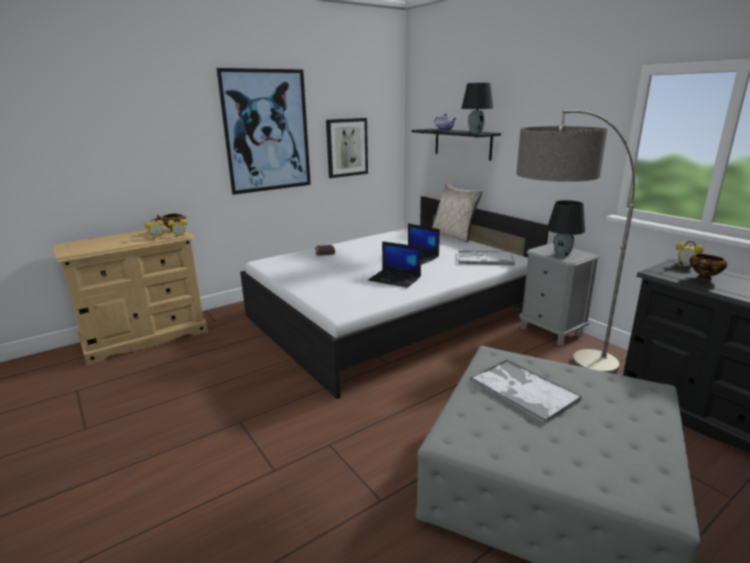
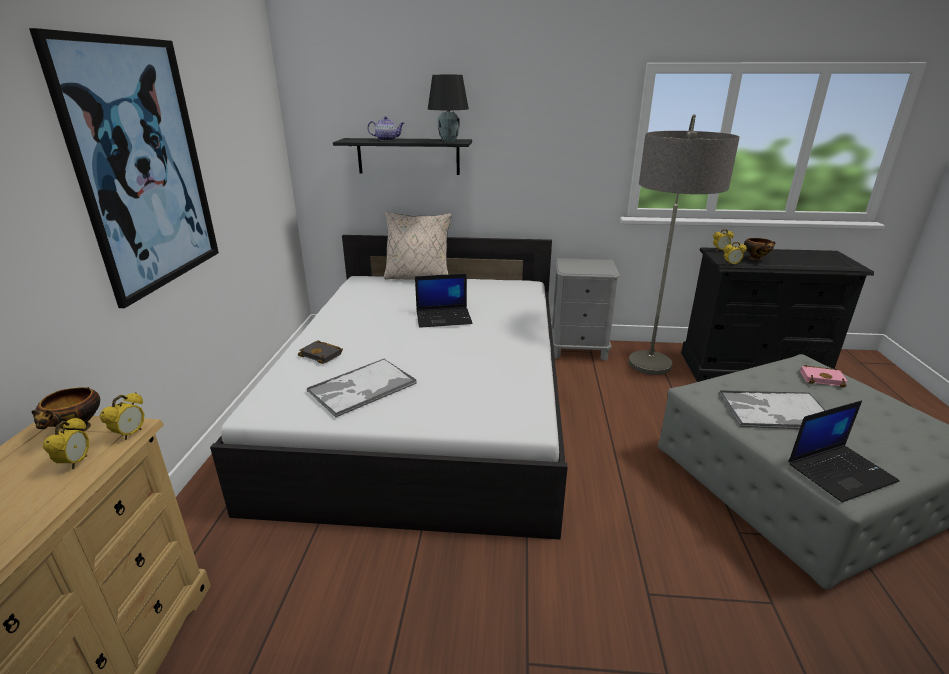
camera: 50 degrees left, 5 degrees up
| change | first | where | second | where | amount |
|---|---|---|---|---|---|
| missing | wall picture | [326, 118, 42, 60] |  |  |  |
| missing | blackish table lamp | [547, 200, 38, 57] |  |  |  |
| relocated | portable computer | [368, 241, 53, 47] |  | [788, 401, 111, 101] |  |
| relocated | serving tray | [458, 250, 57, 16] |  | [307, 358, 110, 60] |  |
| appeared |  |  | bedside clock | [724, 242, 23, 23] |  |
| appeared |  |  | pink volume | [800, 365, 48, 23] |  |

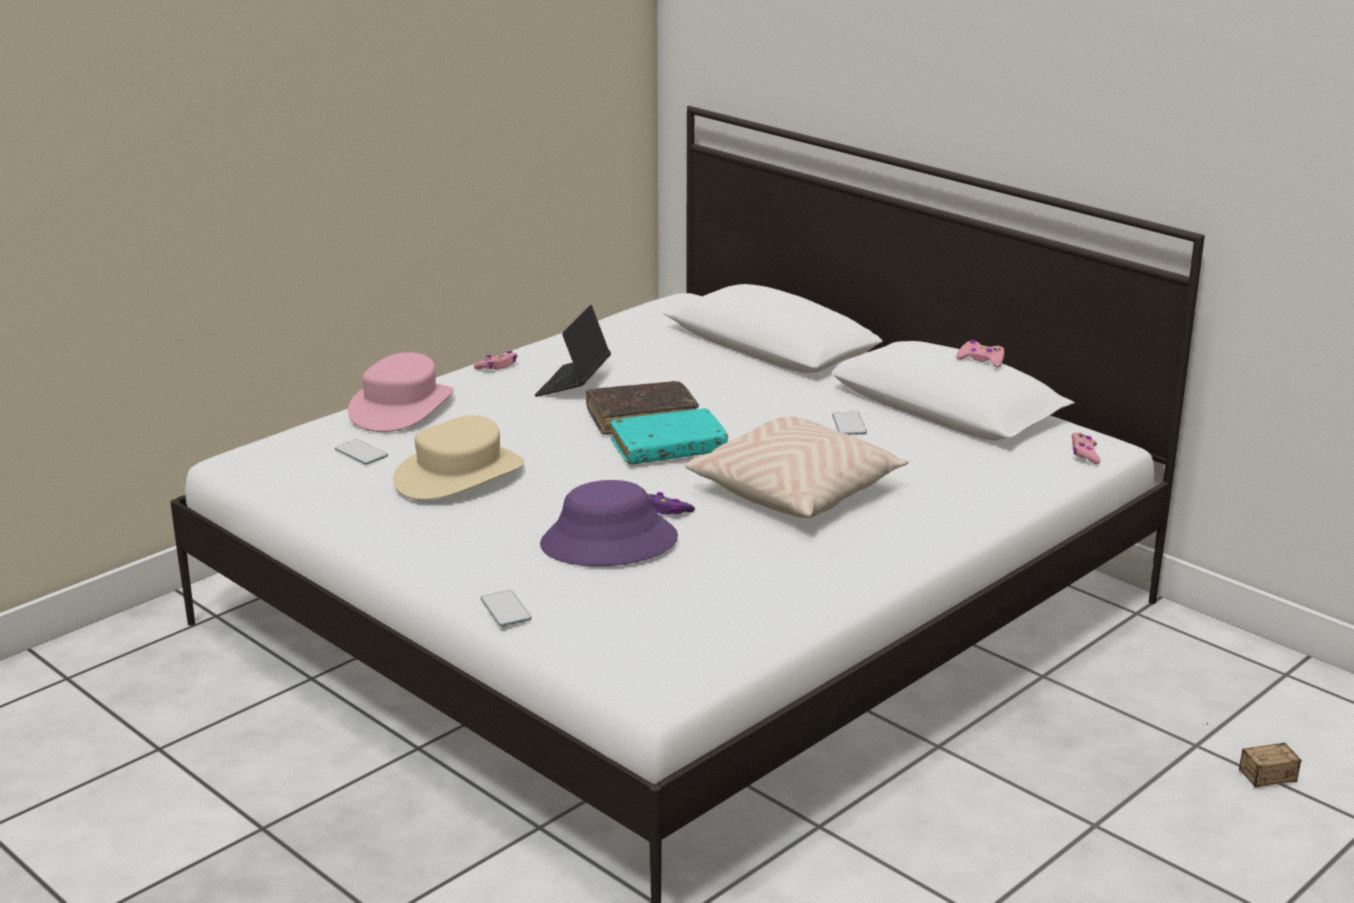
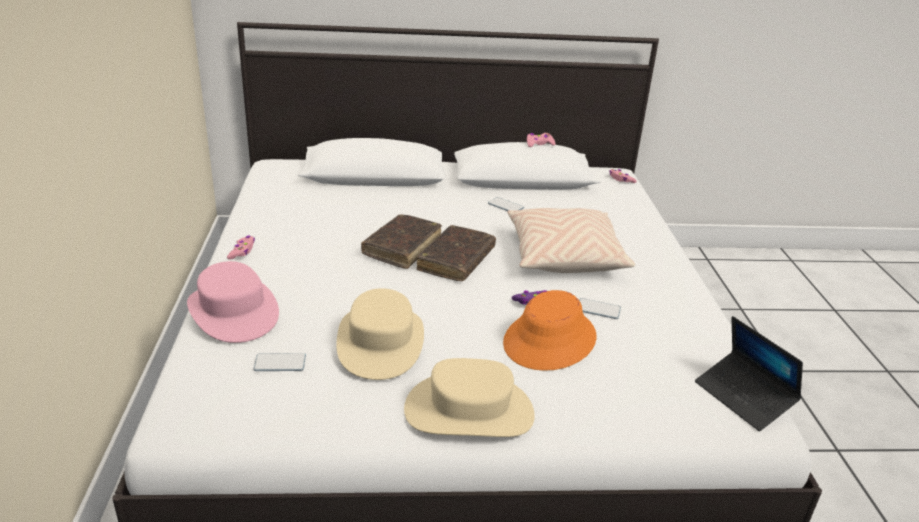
camera: 50 degrees left, 5 degrees up
| change | first | where | second | where | amount |
|---|---|---|---|---|---|
| relocated | portable computer | [535, 305, 76, 92] |  | [695, 316, 108, 115] |  |
| colour | blue-green volume | [610, 408, 118, 56] | brown-coloured volume | [417, 225, 79, 56] |  |
| colour | purplish clothing hat | [540, 480, 138, 86] | orange-coloured clothing hat | [503, 290, 94, 81] |  |
| relocated | phone | [480, 590, 52, 36] |  | [579, 298, 42, 21] |  |
| missing | storage container | [1206, 723, 95, 65] |  |  |  |
| appeared |  |  | beige clothing hat | [404, 358, 131, 79] |  |

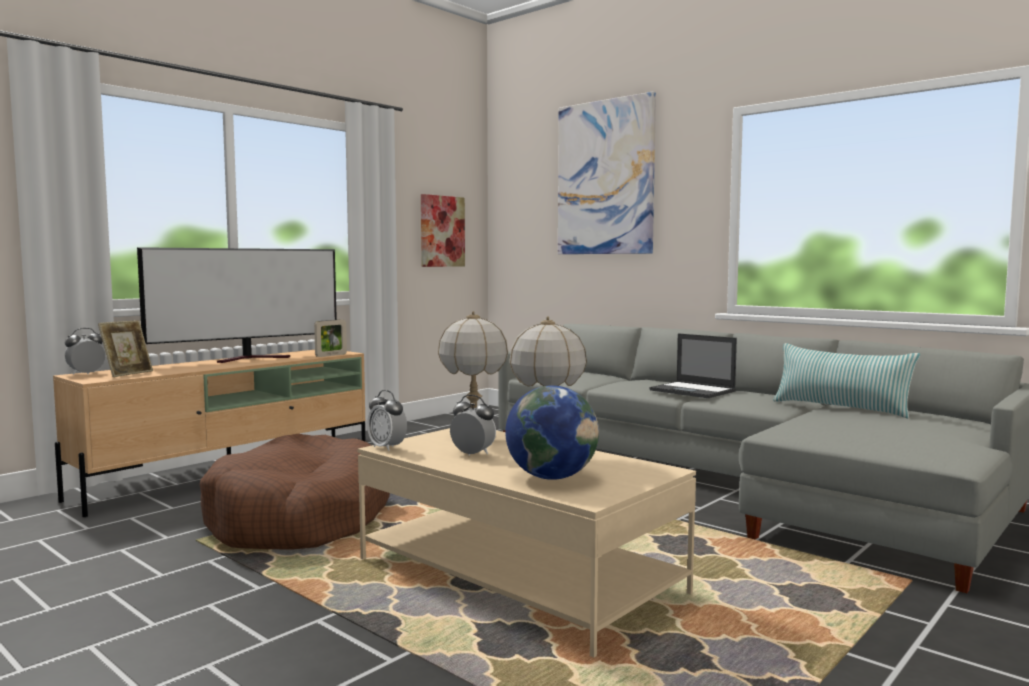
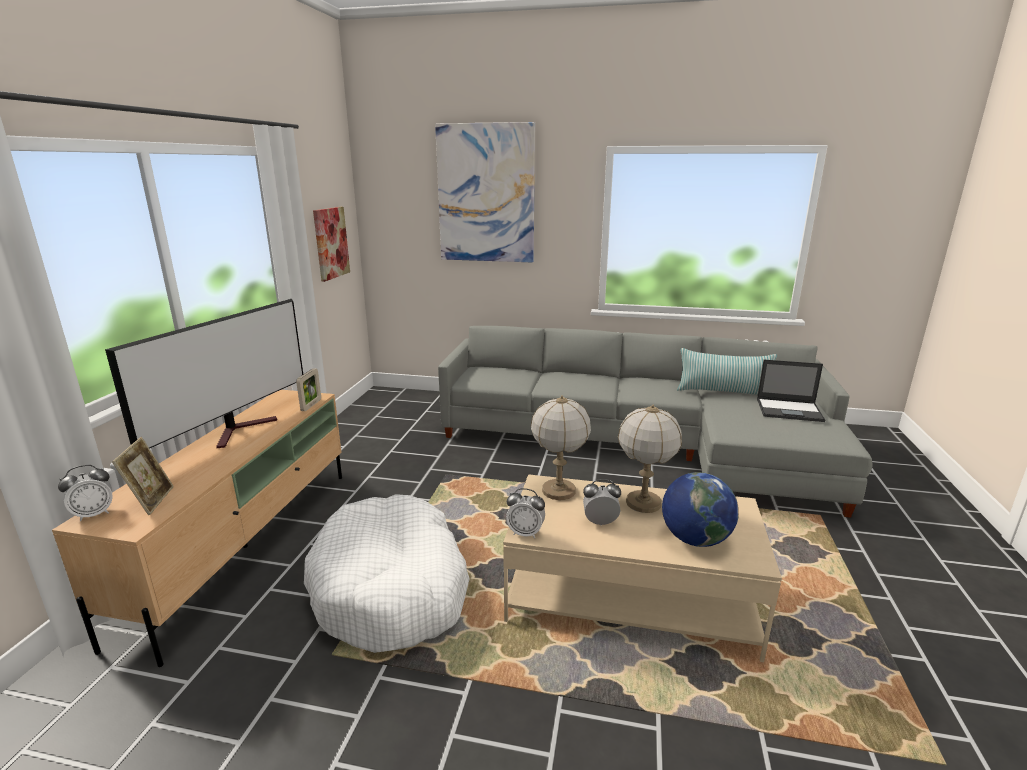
camera: 30 degrees left, 15 degrees up
| change | first | where | second | where | amount |
|---|---|---|---|---|---|
| spun | bedside clock | [65, 328, 40, 46] |  | [58, 465, 55, 56] | 135 degrees counterclockwise |
| relocated | portable computer | [650, 333, 87, 65] |  | [757, 360, 68, 62] |  |
| colour | brown-coloured dog bed | [200, 434, 190, 116] | whitish dog bed | [304, 494, 166, 159] |  |

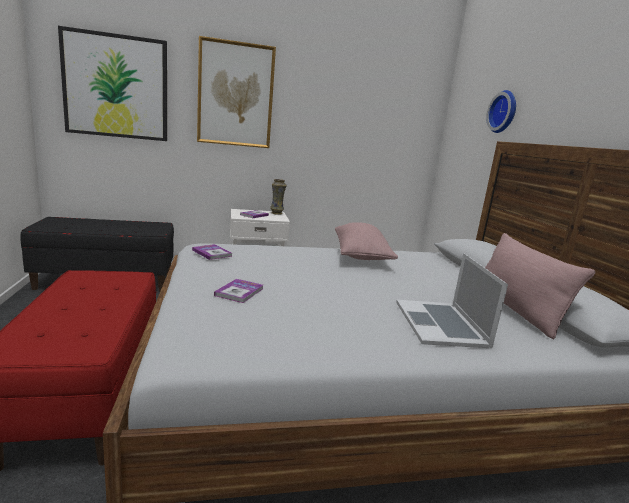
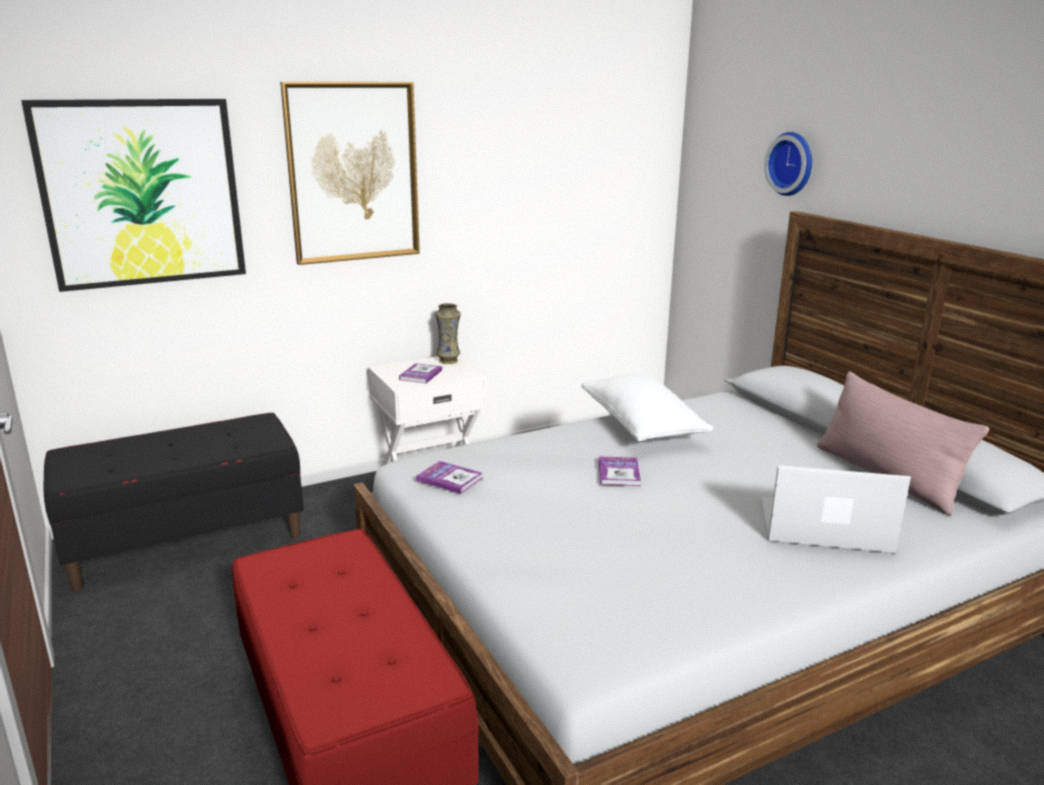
camera: 15 degrees left, 5 degrees up
| change | first | where | second | where | amount |
|---|---|---|---|---|---|
| colour | pink pillow | [335, 222, 63, 38] | whitish pillow | [581, 374, 133, 68] |  |
| spun | portable computer | [396, 253, 112, 95] |  | [760, 465, 151, 88] | 120 degrees clockwise |
| relocated | volume | [214, 279, 49, 24] |  | [599, 456, 42, 30] |  |

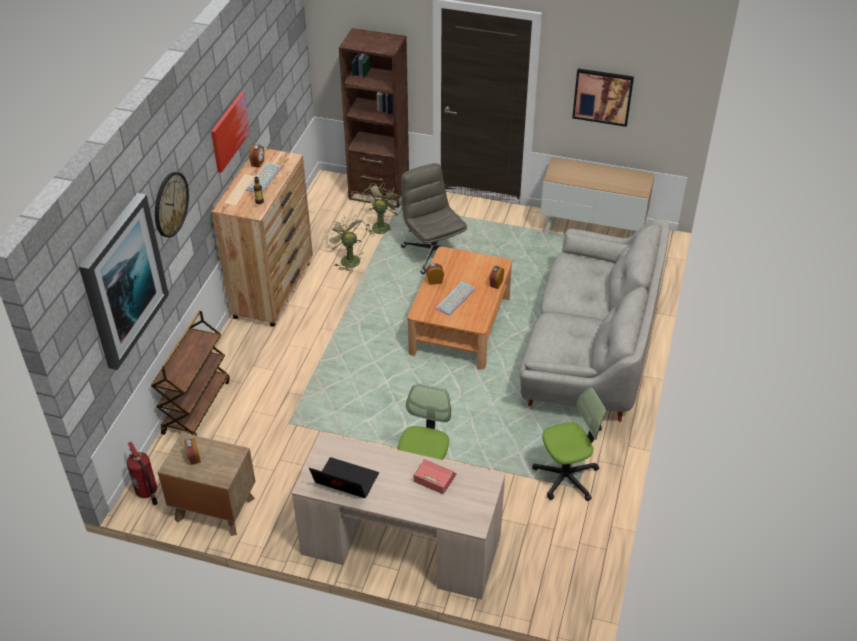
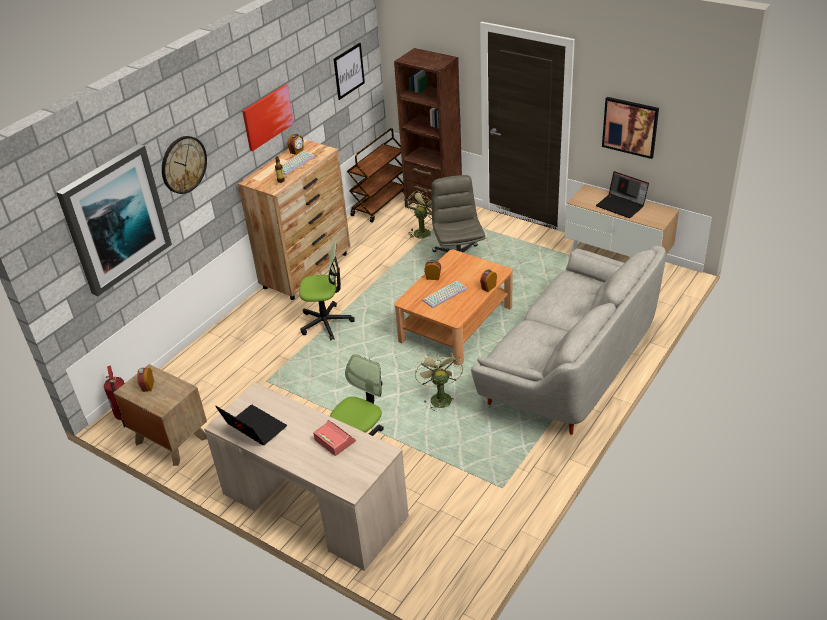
camera: 20 degrees right, 5 degrees down
| change | first | where | second | where | amount |
|---|---|---|---|---|---|
| relocated | green-coloured electric fan | [325, 215, 42, 57] |  | [415, 351, 48, 60] |  |
| relocated | brown-coloured trolley | [151, 311, 79, 125] |  | [347, 128, 57, 95] |  |
| relocated | desk chair | [532, 387, 74, 114] |  | [299, 242, 56, 98] |  |
| appeared |  |  | wall picture | [334, 43, 31, 57] |  |
| appeared |  |  | portable computer | [596, 171, 53, 47] |  |

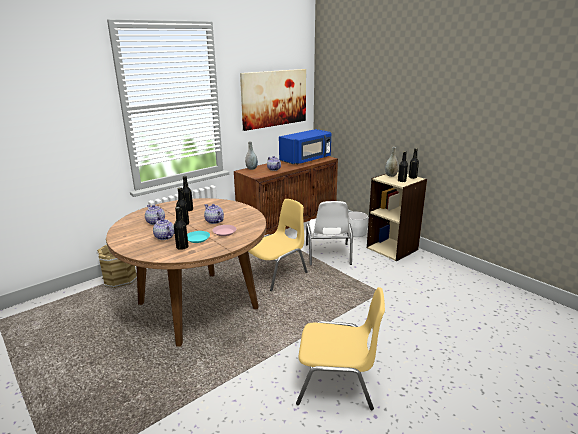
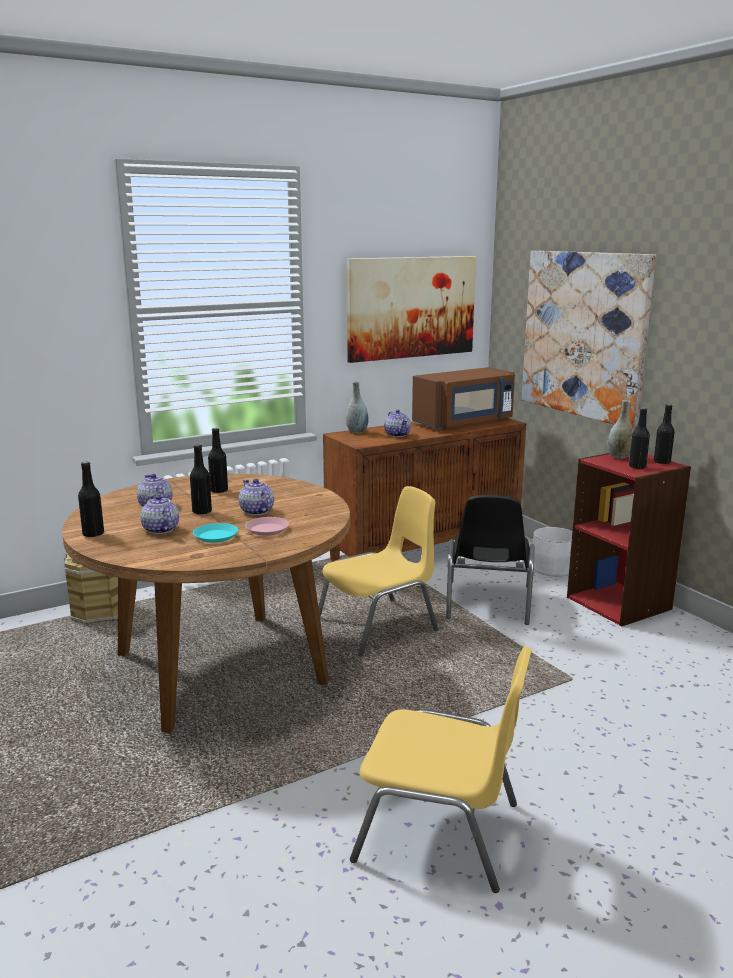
camera: 10 degrees right, 5 degrees down
| change | first | where | second | where | amount |
|---|---|---|---|---|---|
| colour | bluish microwave | [279, 129, 52, 36] | brown-coloured microwave | [412, 367, 103, 62] |  |
| colour | beige bookshelf | [367, 173, 60, 88] | red bookshelf | [567, 453, 124, 174] |  |
| colour | whitish upright chair | [306, 201, 47, 64] | blackish upright chair | [446, 495, 89, 130] |  |
| relocated | blackish bottle | [174, 207, 15, 43] |  | [78, 462, 26, 75] |  |
| appeared |  |  | wall picture | [522, 251, 134, 178] |  |

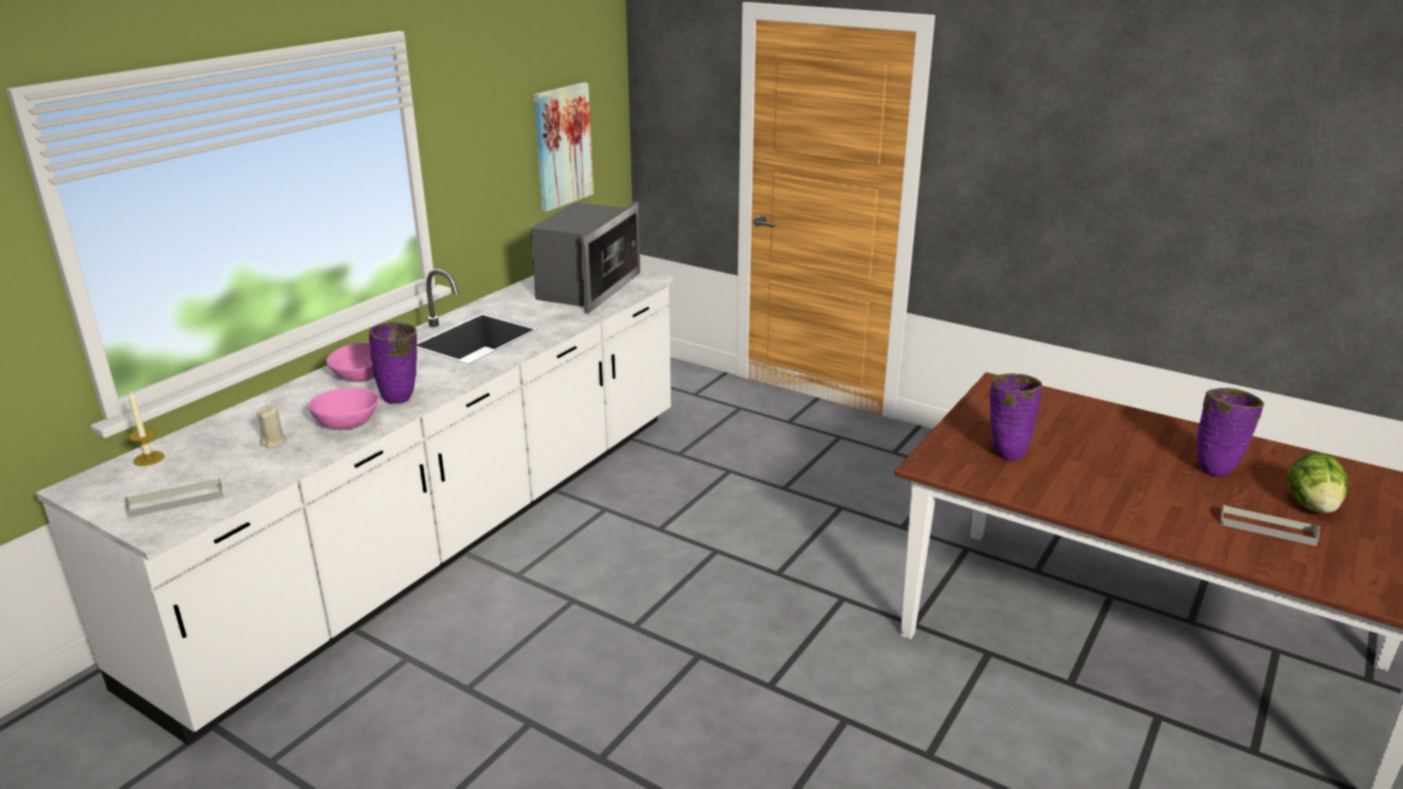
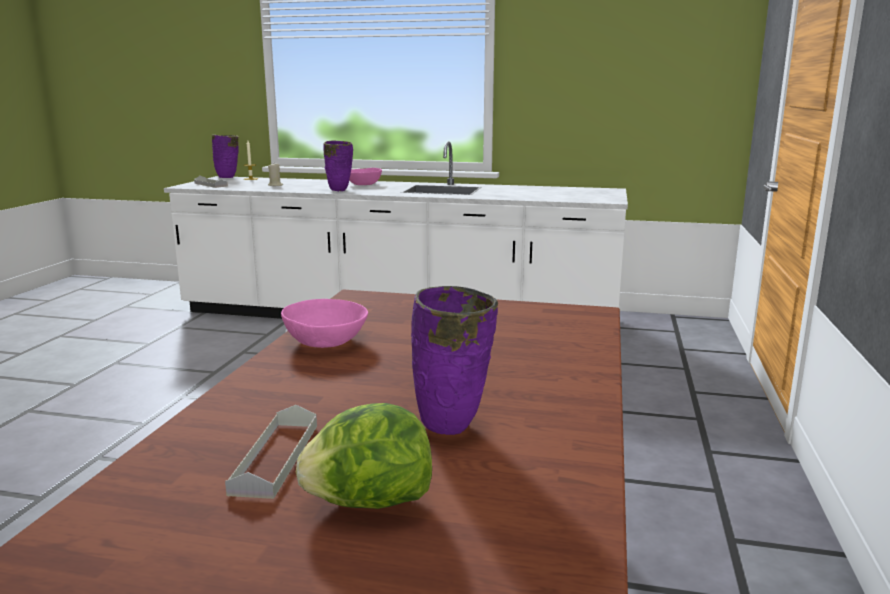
camera: 70 degrees right, 10 degrees down
| change | first | where | second | where | amount |
|---|---|---|---|---|---|
| missing | wall picture | [534, 82, 60, 130] |  |  |  |
| missing | microwave | [530, 202, 110, 112] |  |  |  |
| relocated | purplish flower vase | [990, 374, 52, 86] |  | [212, 135, 27, 43] |  |
| relocated | pink serving bowl | [309, 388, 70, 42] |  | [281, 299, 87, 49] |  |

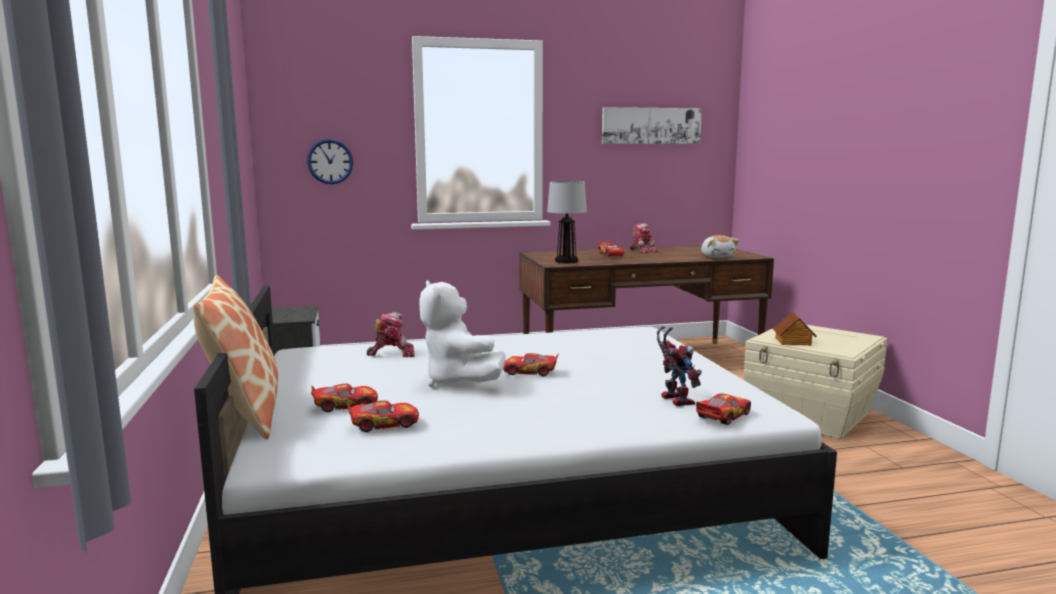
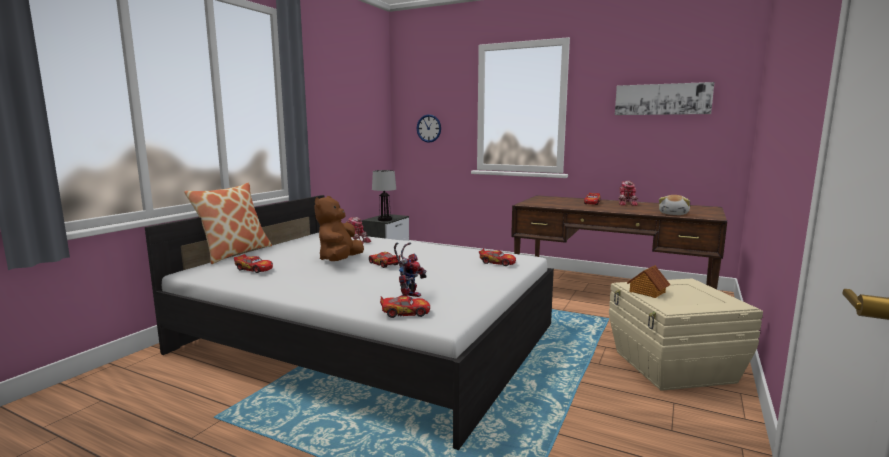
camera: 40 degrees right, 0 degrees up
| change | first | where | second | where | amount |
|---|---|---|---|---|---|
| relocated | table lamp | [547, 181, 40, 82] |  | [372, 170, 24, 51] |  |
| colour | whitish plush toy | [419, 280, 87, 107] | brown-coloured plush toy | [315, 196, 49, 65] |  |
| relocated | toy car | [311, 384, 67, 28] |  | [479, 249, 37, 17] |  |

